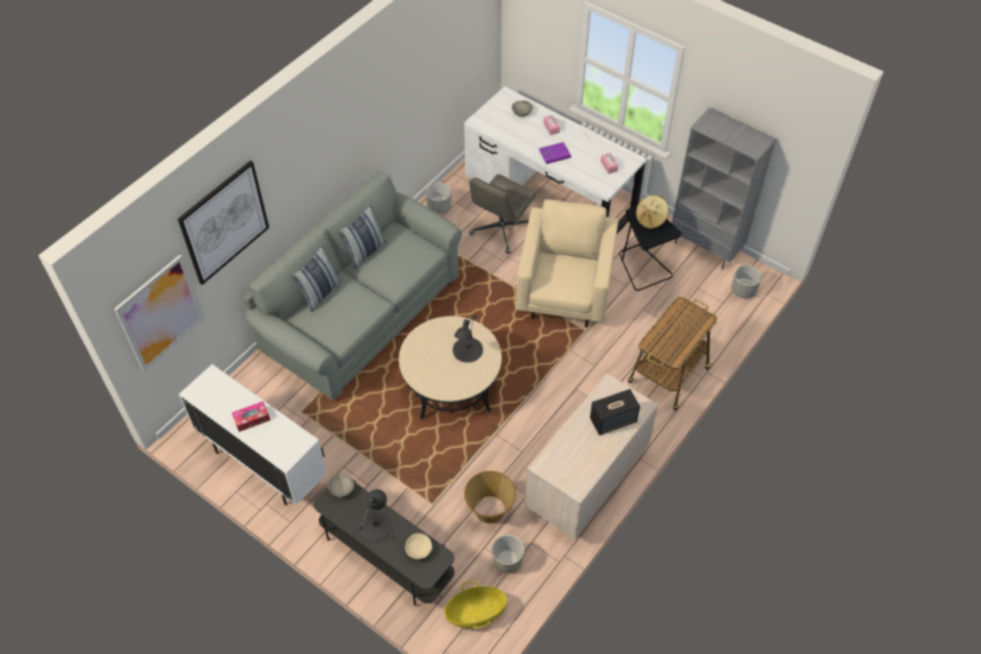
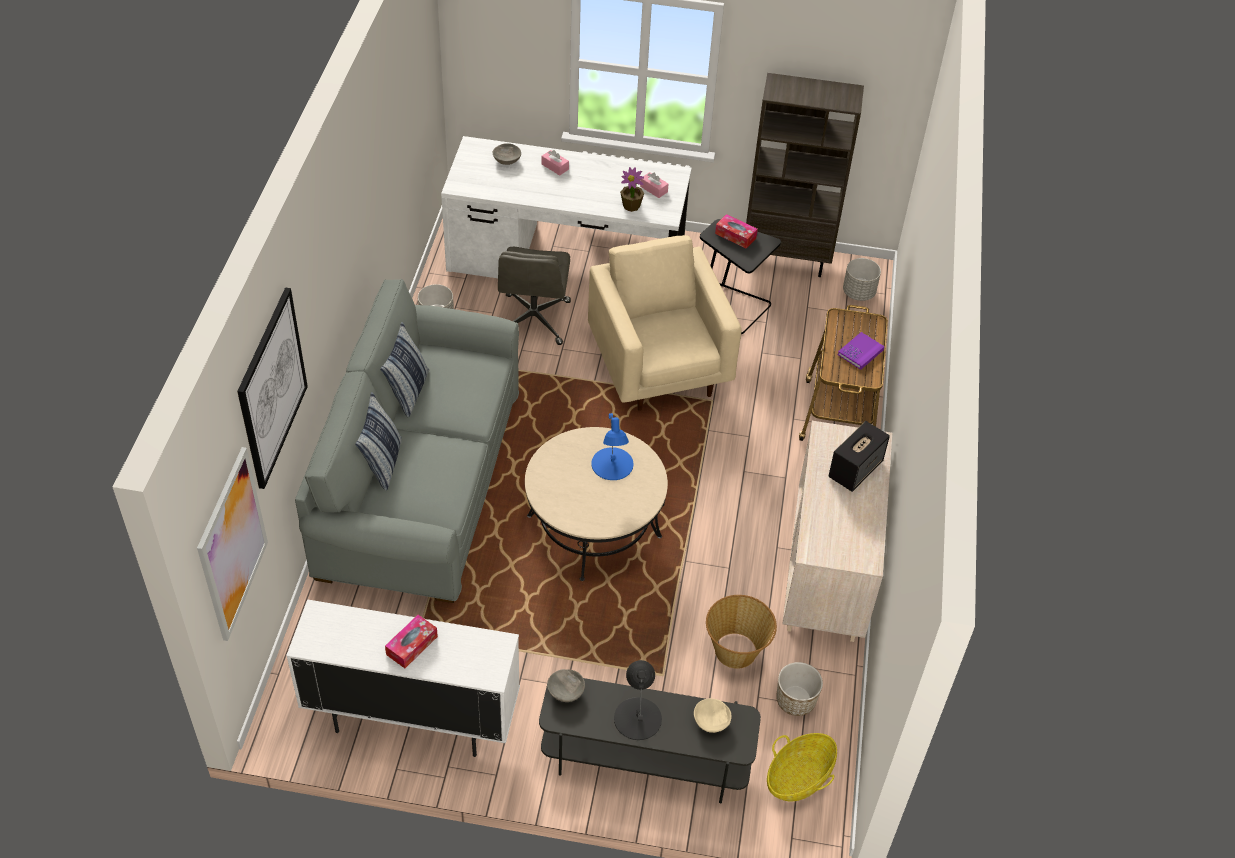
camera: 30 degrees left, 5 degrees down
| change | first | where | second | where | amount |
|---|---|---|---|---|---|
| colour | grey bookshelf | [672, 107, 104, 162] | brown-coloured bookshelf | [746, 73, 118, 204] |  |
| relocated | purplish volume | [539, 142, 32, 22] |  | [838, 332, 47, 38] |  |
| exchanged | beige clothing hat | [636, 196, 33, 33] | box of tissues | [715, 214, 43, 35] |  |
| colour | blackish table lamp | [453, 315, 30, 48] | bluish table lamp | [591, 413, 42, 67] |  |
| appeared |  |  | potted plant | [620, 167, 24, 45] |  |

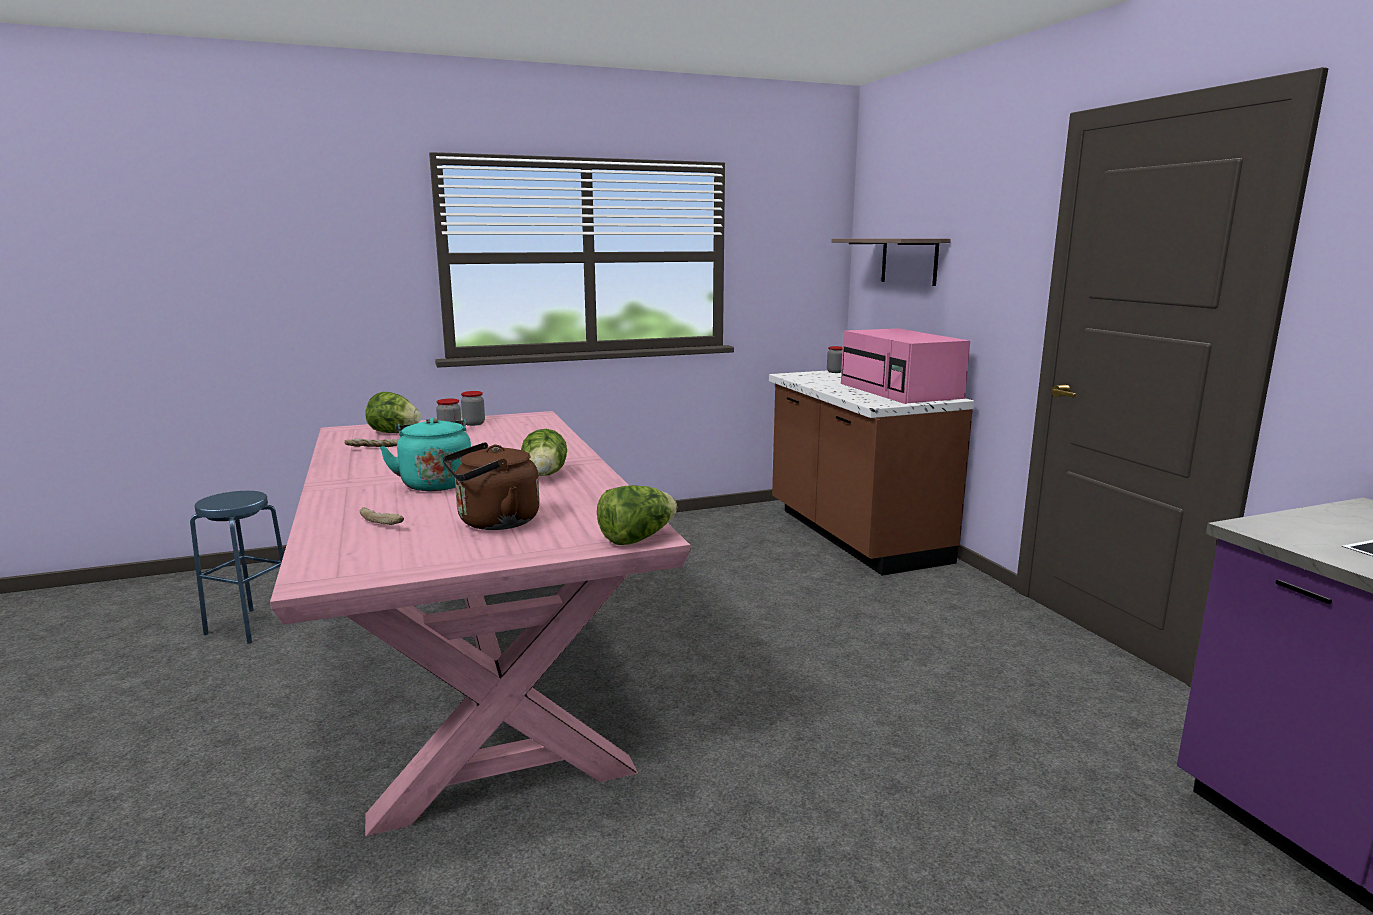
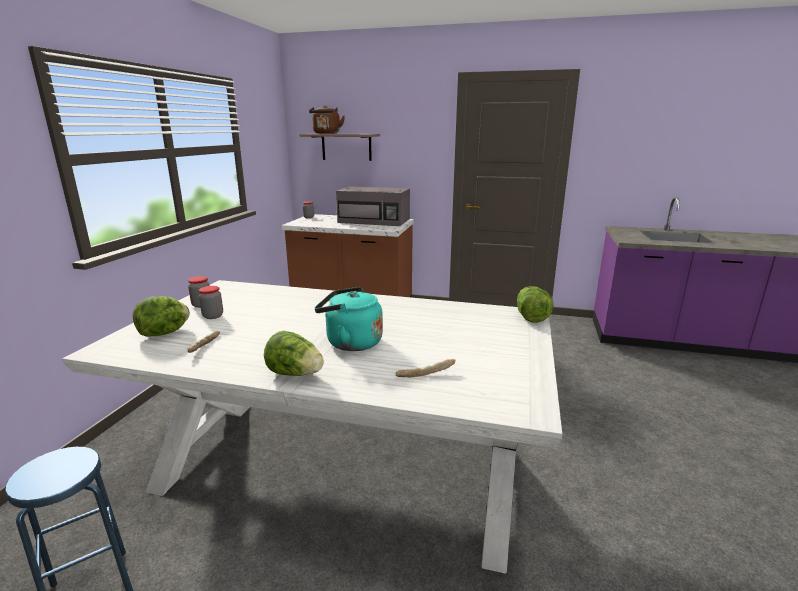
camera: 55 degrees left, 5 degrees up
| change | first | where | second | where | amount |
|---|---|---|---|---|---|
| colour | pink microwave | [841, 328, 129, 76] | grey microwave | [336, 186, 74, 40] |  |
| colour | pink dining table | [270, 411, 420, 425] | whitish dining table | [62, 280, 500, 294] |  |
| relocated | lettuce | [521, 429, 46, 47] |  | [264, 331, 60, 45] |  |
| relocated | brown-coloured tea kettle | [442, 442, 98, 88] |  | [309, 105, 36, 29] |  |

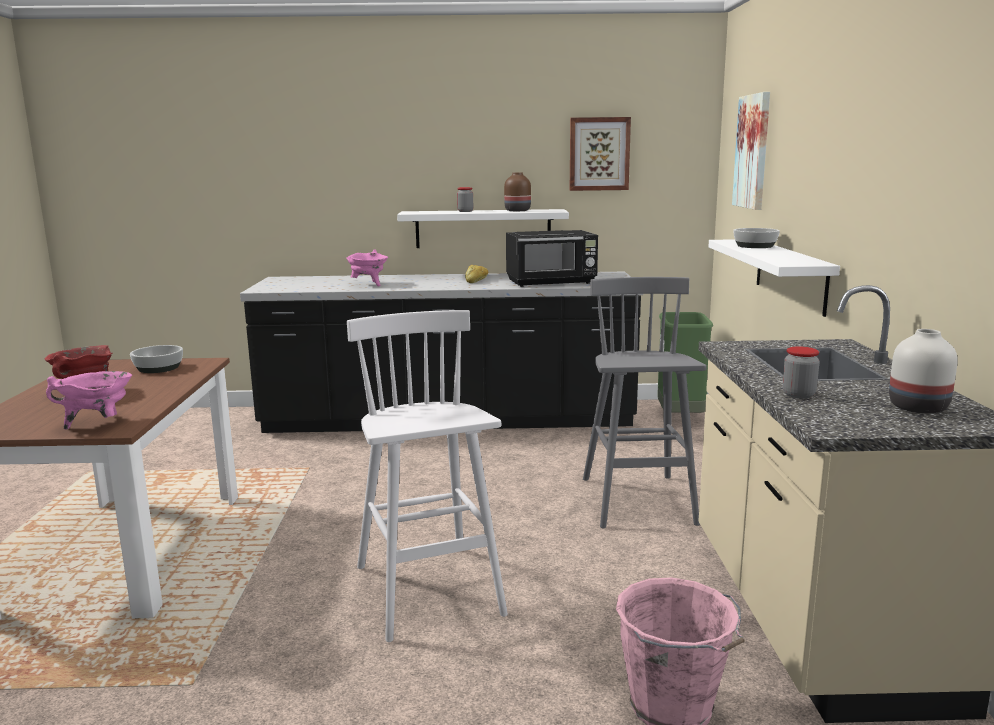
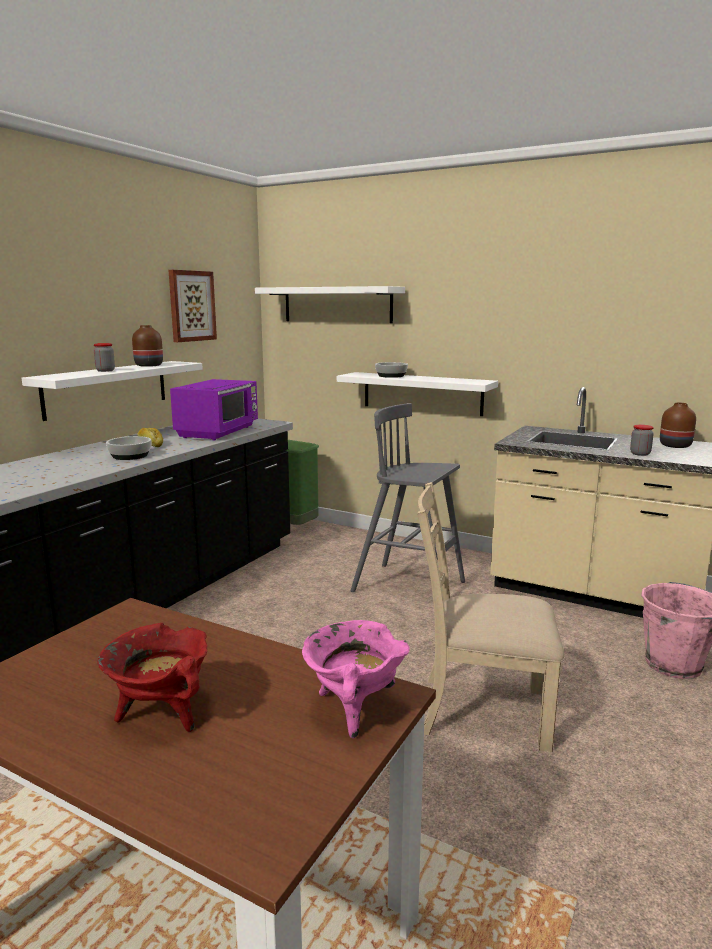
camera: 60 degrees left, 0 degrees up
| change | first | where | second | where | amount |
|---|---|---|---|---|---|
| exchanged | wall picture | [732, 92, 38, 118] | whitish wall shelf | [255, 286, 150, 37] |  |
| colour | blackish microwave | [506, 230, 92, 57] | purplish microwave | [170, 379, 88, 61] |  |
| missing | pink cooking pot | [346, 249, 42, 37] |  |  |  |
| exchanged | whitish stool | [347, 310, 161, 332] | beige upright chair | [417, 482, 148, 270] |  |
| colour | whitish flower vase | [889, 329, 69, 85] | brown-coloured flower vase | [660, 402, 36, 46] |  |
| relocated | serving bowl | [130, 345, 53, 28] |  | [106, 436, 46, 24] |  |

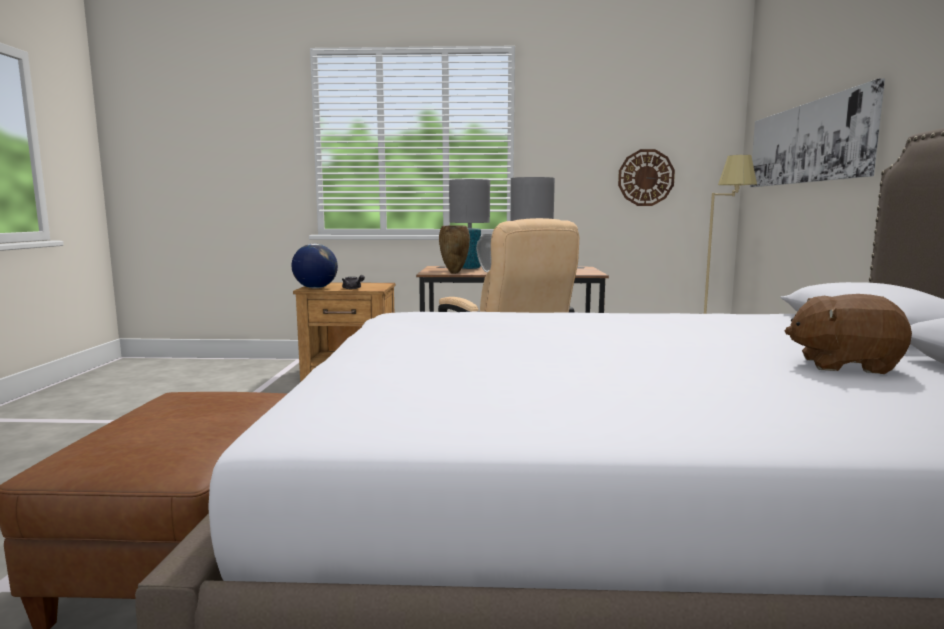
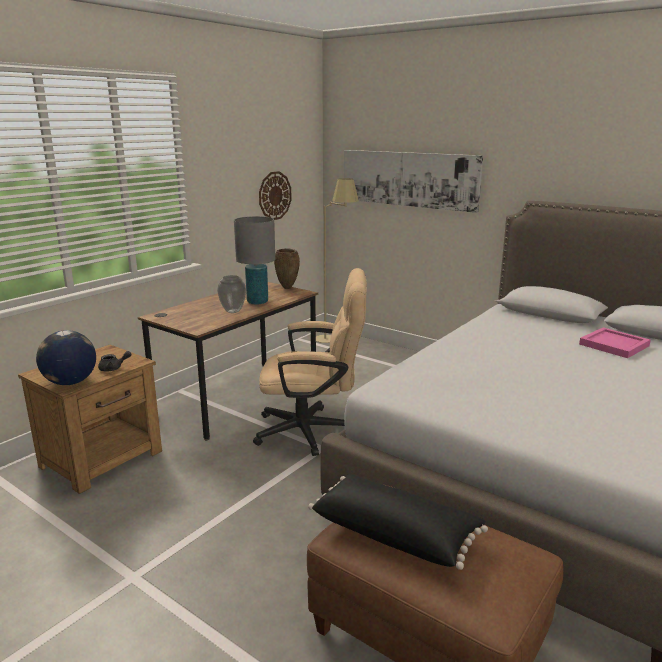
camera: 55 degrees left, 10 degrees up
| change | first | where | second | where | amount |
|---|---|---|---|---|---|
| missing | grey table lamp | [449, 179, 41, 90] |  |  |  |
| relocated | brown-coloured flower vase | [439, 226, 31, 48] |  | [274, 248, 26, 41] |  |
| exchanged | brown-coloured plush toy | [785, 294, 127, 80] | pink serving tray | [579, 327, 72, 31] |  |
| appeared |  |  | blackish pillow | [308, 474, 180, 96] |  |

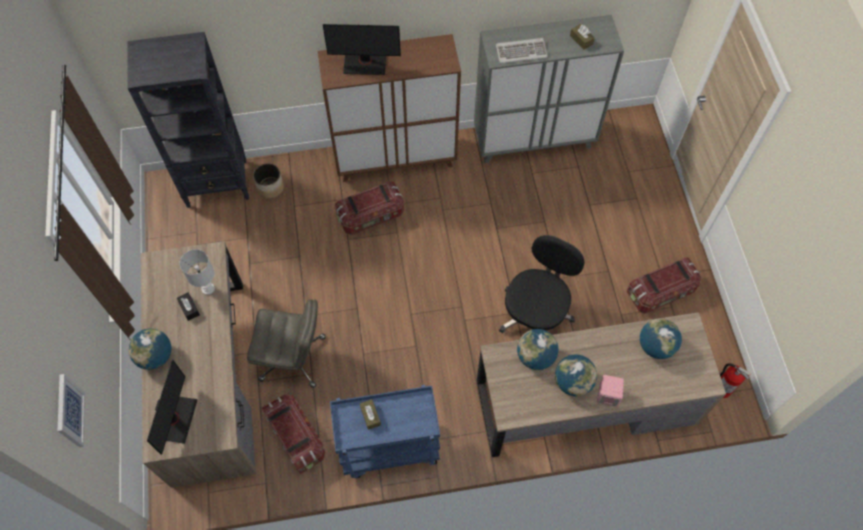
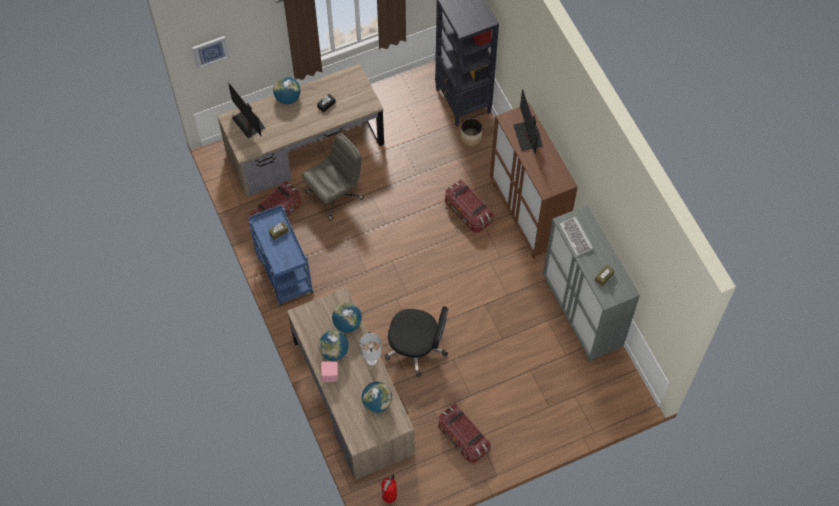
camera: 75 degrees right, 0 degrees up
| change | first | where | second | where | amount |
|---|---|---|---|---|---|
| relocated | whitish table lamp | [179, 249, 36, 46] |  | [360, 333, 22, 33] |  |
| spun | grey desk chair | [247, 299, 79, 89] |  | [302, 133, 62, 87] | 120 degrees counterclockwise |
| spun | computer display | [147, 360, 51, 95] |  | [228, 83, 37, 55] | 60 degrees clockwise |

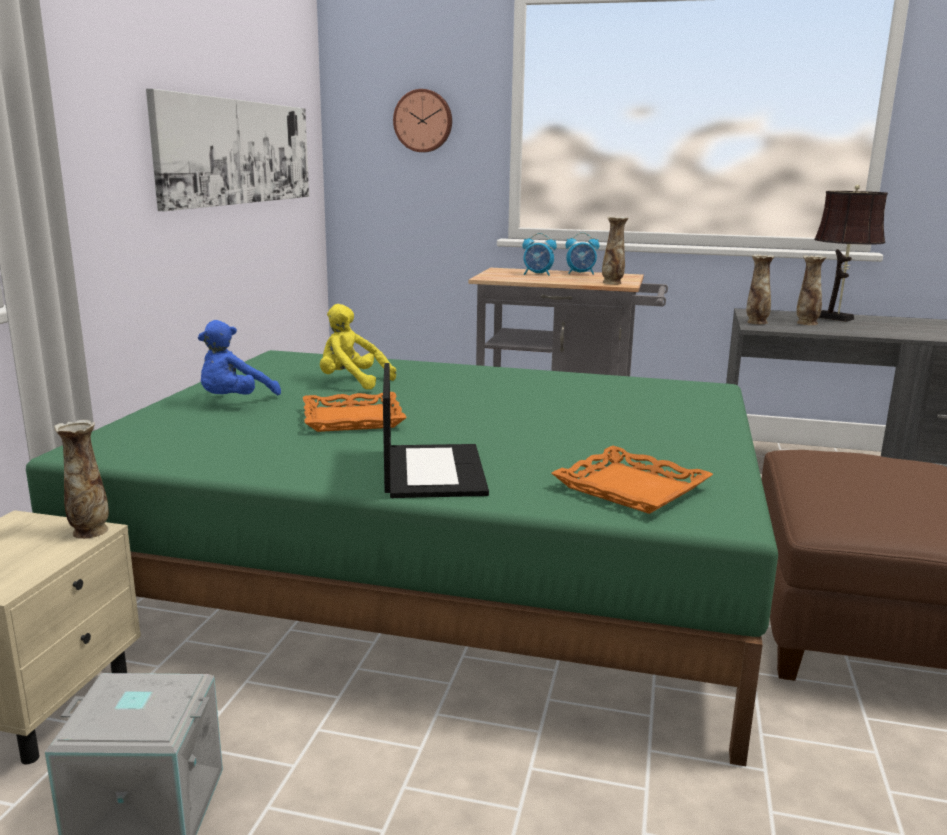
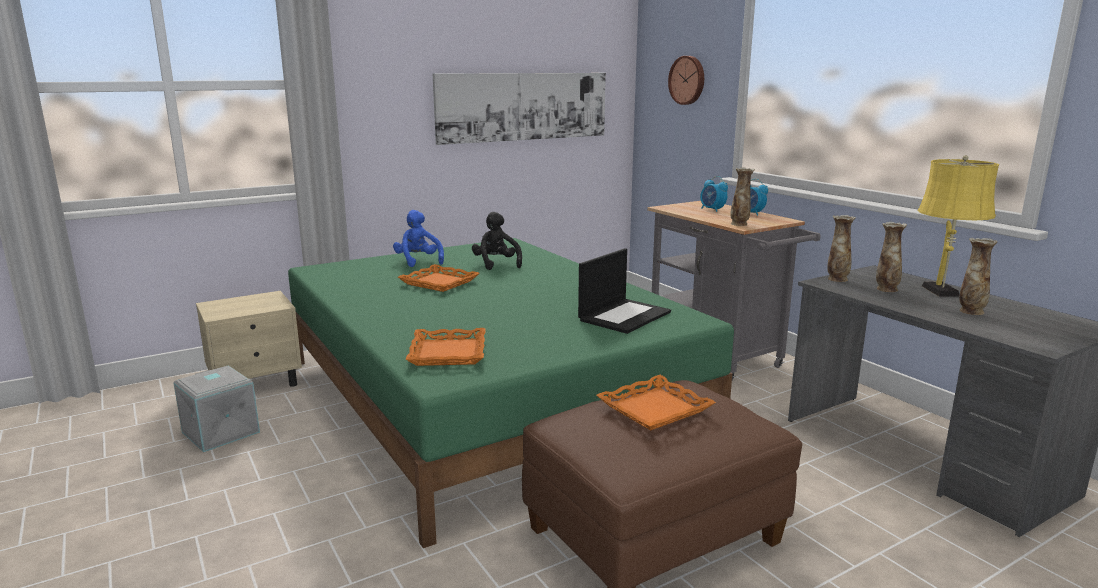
camera: 45 degrees right, 0 degrees up
| change | first | where | second | where | amount |
|---|---|---|---|---|---|
| colour | brown-coloured table lamp | [814, 185, 74, 137] | yellow-coloured table lamp | [917, 155, 82, 142] |  |
| colour | yellow-coloured plush toy | [320, 304, 76, 86] | blackish plush toy | [472, 212, 50, 58] |  |
| spun | bluish plush toy | [198, 320, 83, 76] |  | [393, 210, 51, 57] | 75 degrees clockwise |
| relocated | portable computer | [383, 363, 106, 135] |  | [578, 248, 93, 86] |  |
| relocated | flower vase | [54, 420, 55, 119] |  | [959, 238, 39, 77] |  |
| appeared |  |  | orange-coloured serving tray | [596, 375, 120, 55] |  |

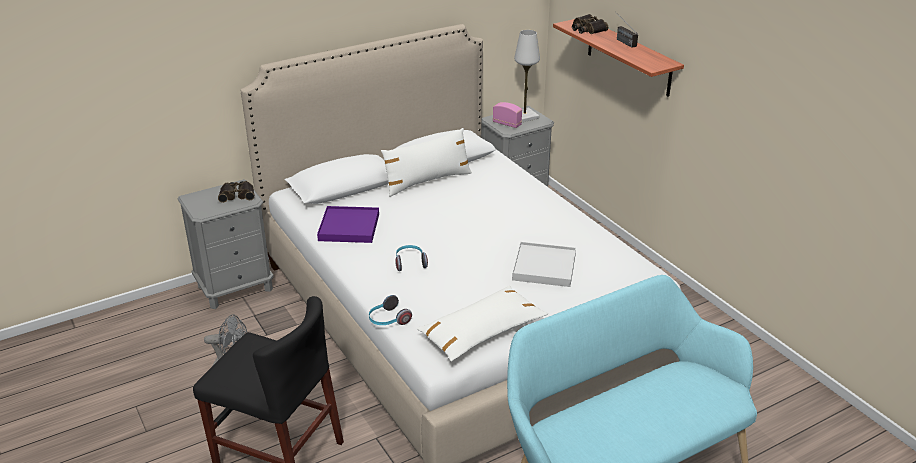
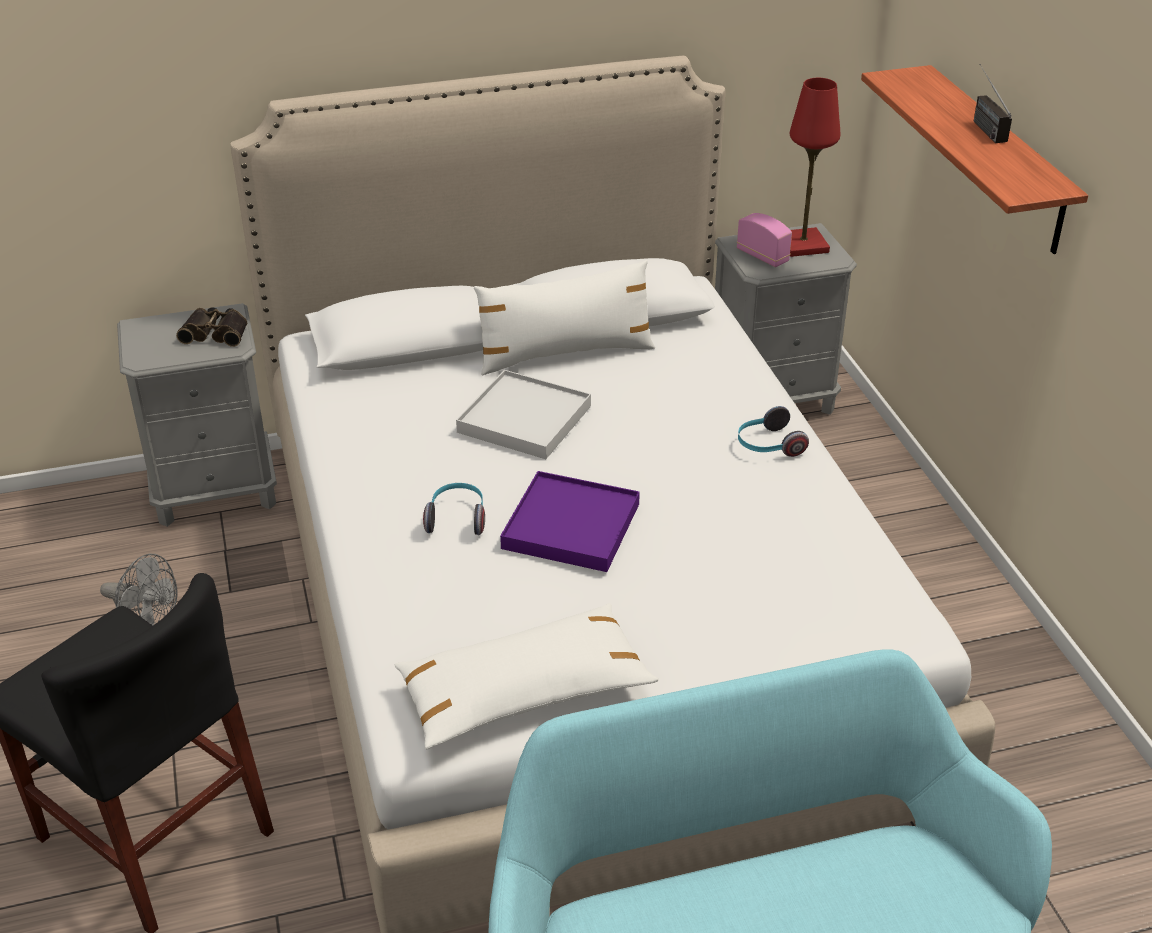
camera: 15 degrees right, 5 degrees up
| change | first | where | second | where | amount |
|---|---|---|---|---|---|
| missing | pair of binoculars | [572, 14, 36, 20] |  |  |  |
| colour | whitish table lamp | [514, 30, 26, 92] | red table lamp | [790, 78, 50, 179] |  |
| relocated | purplish serving tray | [317, 206, 62, 37] |  | [500, 471, 140, 101] |  |
| relocated | whitish serving tray | [512, 242, 64, 45] |  | [456, 370, 135, 89] |  |
| relocated | pair of headphones | [369, 295, 43, 30] |  | [738, 406, 71, 51] |  |

